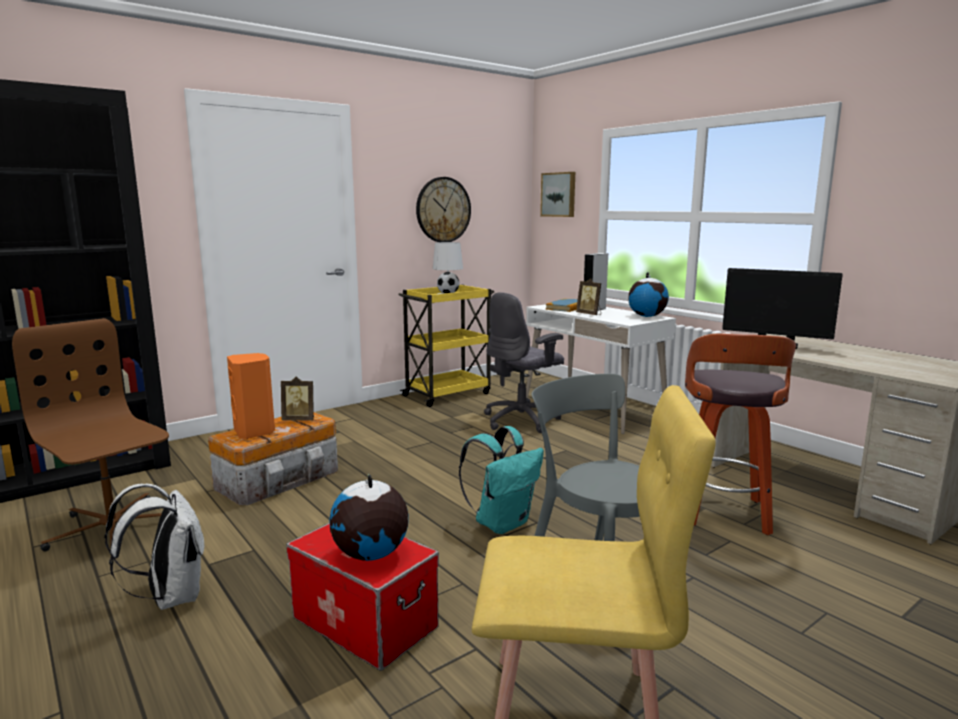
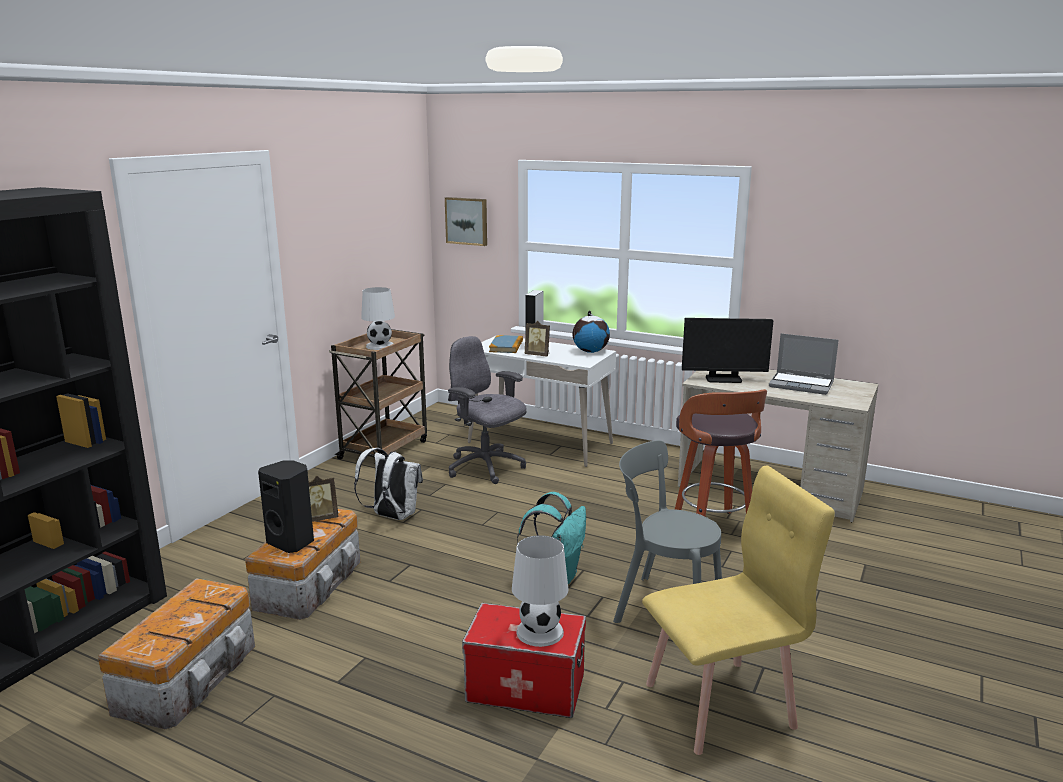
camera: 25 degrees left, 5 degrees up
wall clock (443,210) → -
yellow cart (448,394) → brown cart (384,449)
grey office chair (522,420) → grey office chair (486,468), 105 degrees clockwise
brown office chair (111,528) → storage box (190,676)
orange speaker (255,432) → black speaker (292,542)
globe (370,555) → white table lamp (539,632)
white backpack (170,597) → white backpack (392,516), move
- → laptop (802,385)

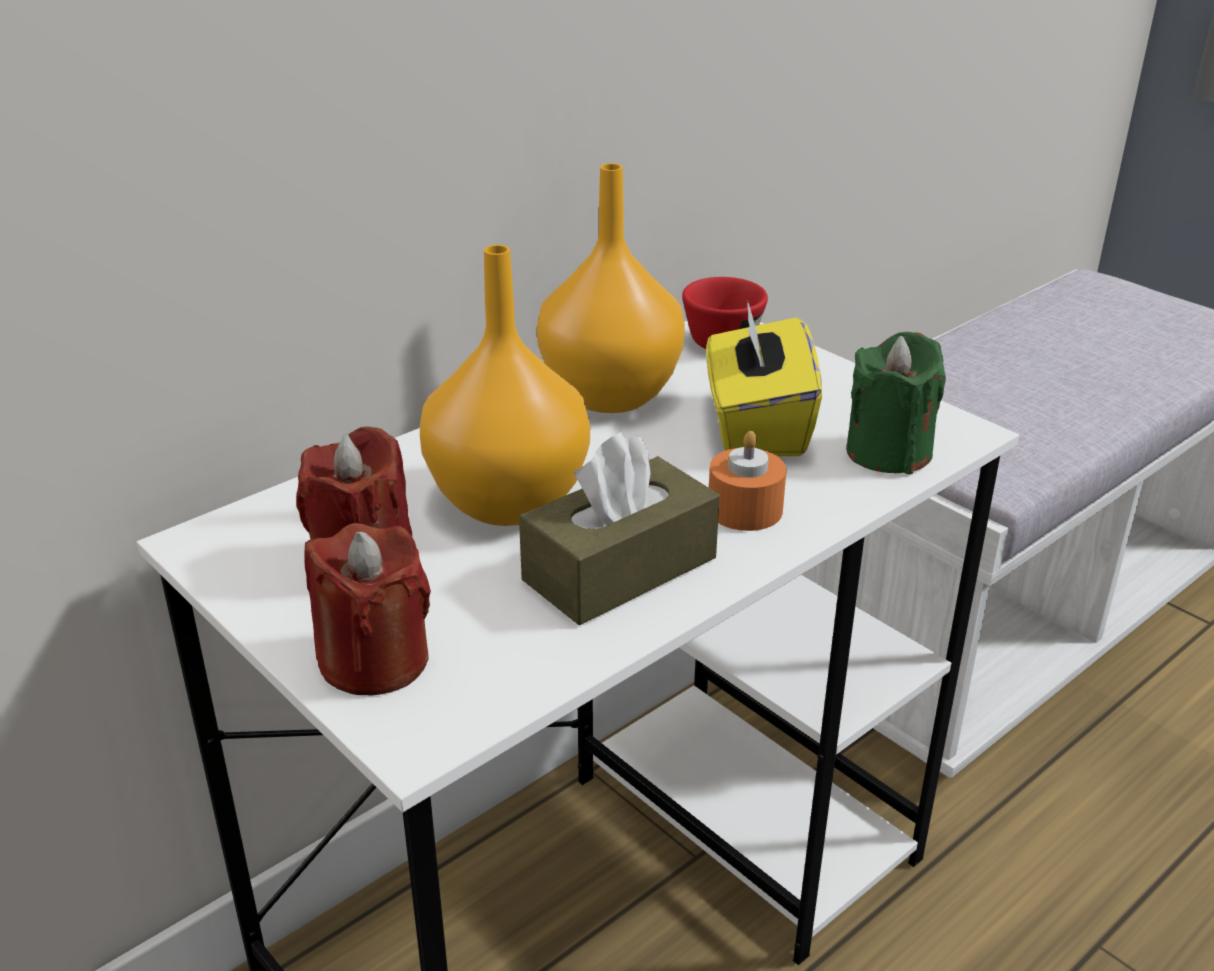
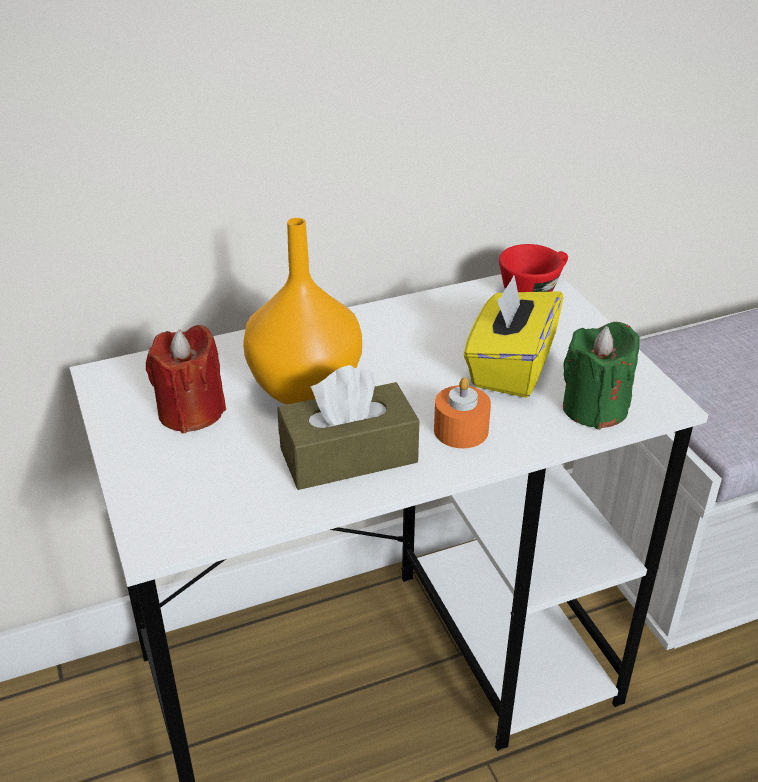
camera: 20 degrees right, 5 degrees up
orange vase (608,396) → -
red candle (374,660) → -

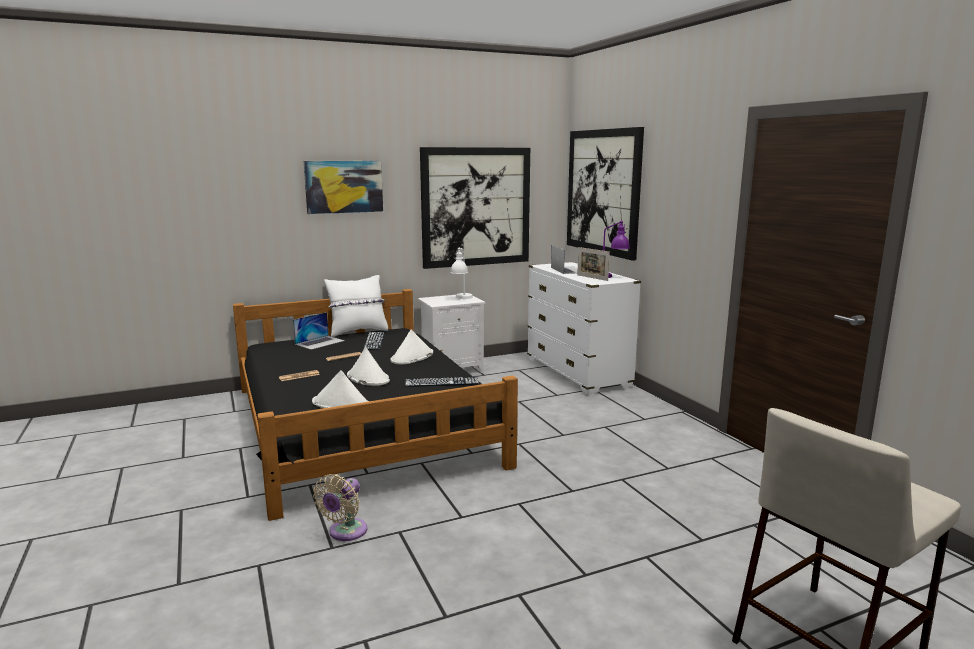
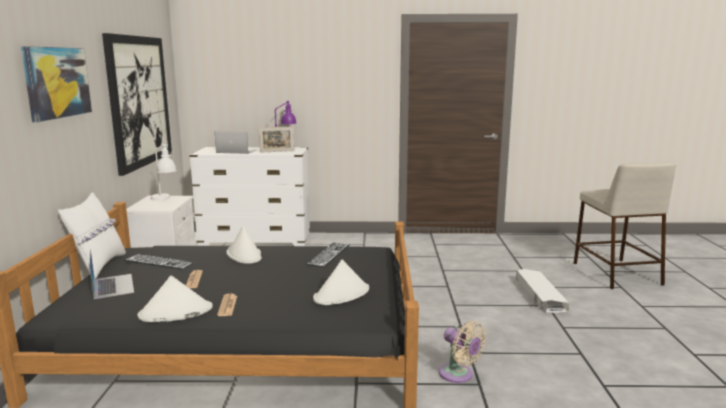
camera: 65 degrees left, 0 degrees up
picture (603,192) → -
white hat (367,378) → white hat (175,312), move
- → white storage box (540,295)

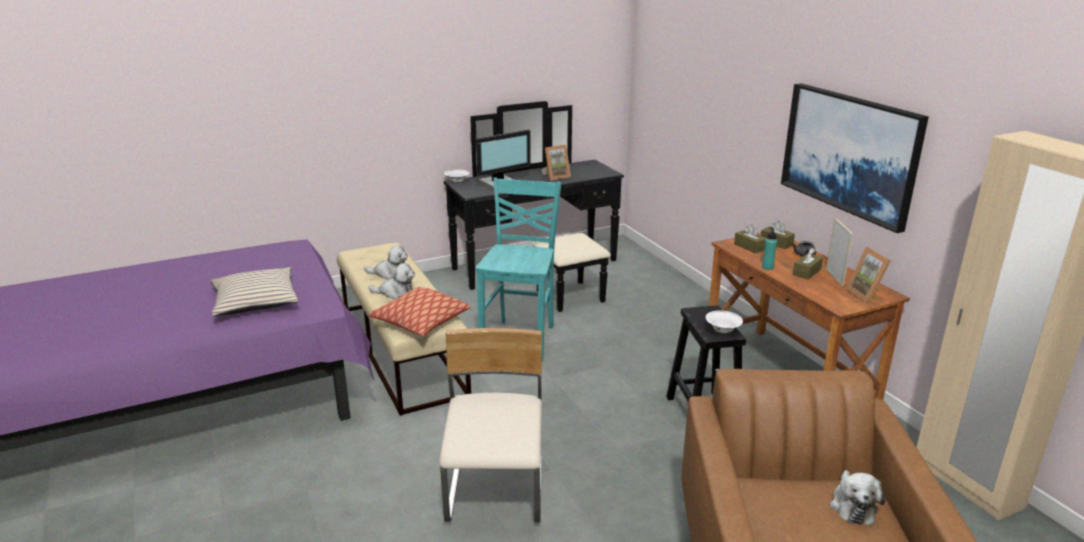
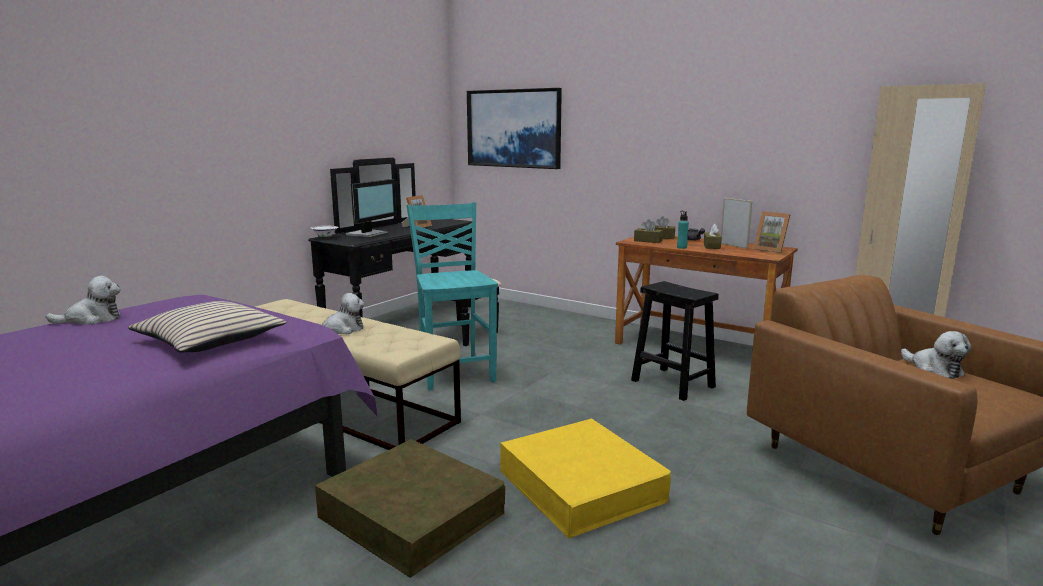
camera: 30 degrees left, 10 degrees down
picture (850,153) → picture (514,128), move
plush toy (389,274) → plush toy (92,319), move
pillow (421,321) → -
white bowl (722,331) → -
beige chair (497,491) → yellow storage box (581,486)
- → brown storage box (411,515)

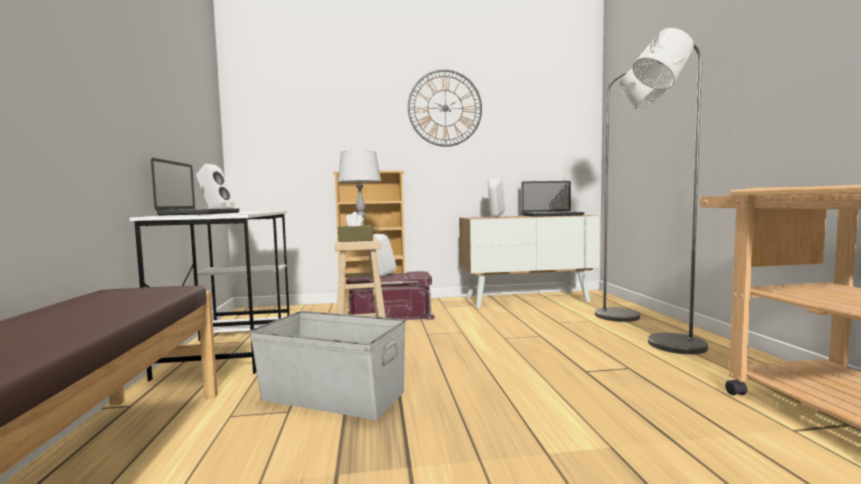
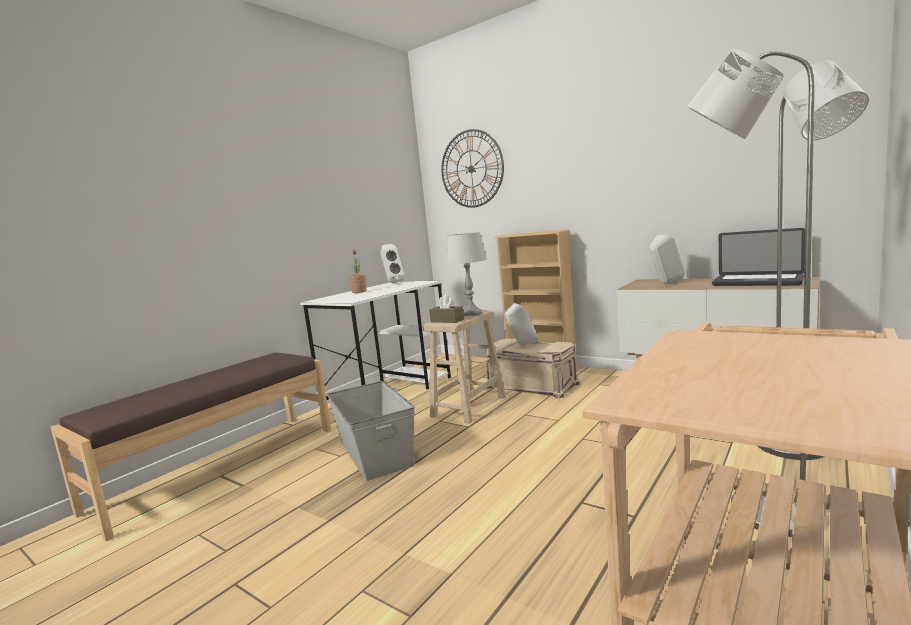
camera: 45 degrees right, 5 degrees up
wall clock (445,108) → wall clock (471,169), move
laptop (201,214) → potted plant (359,292)
red storage box (390,315) → beige storage box (532,385)

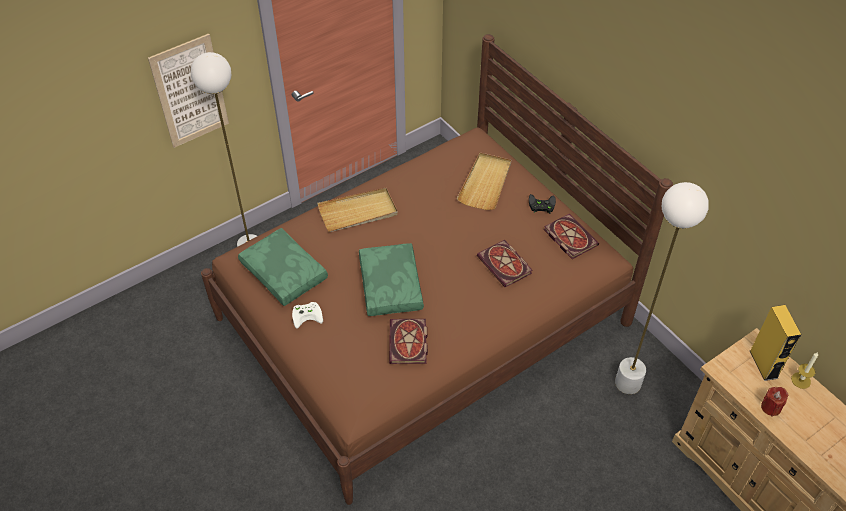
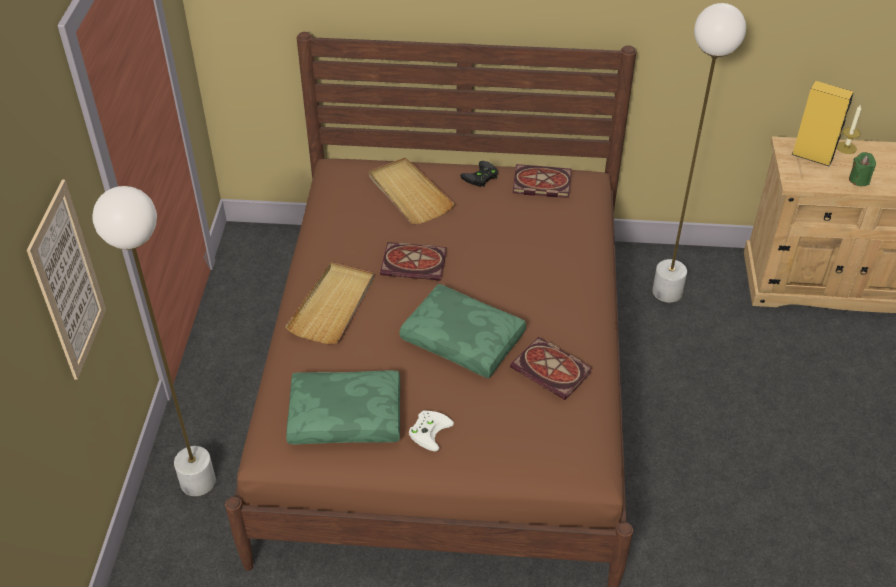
camera: 50 degrees left, 5 degrees down
book (506,265) → book (415,263), move
red candle (771,407) → green candle (859,180)

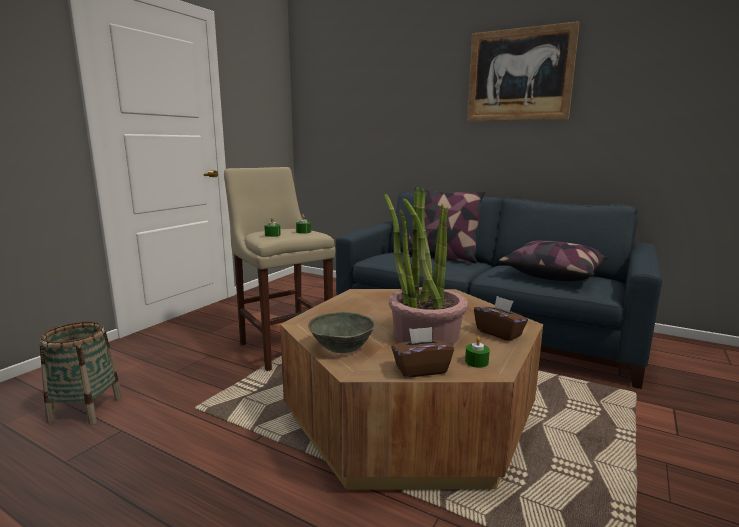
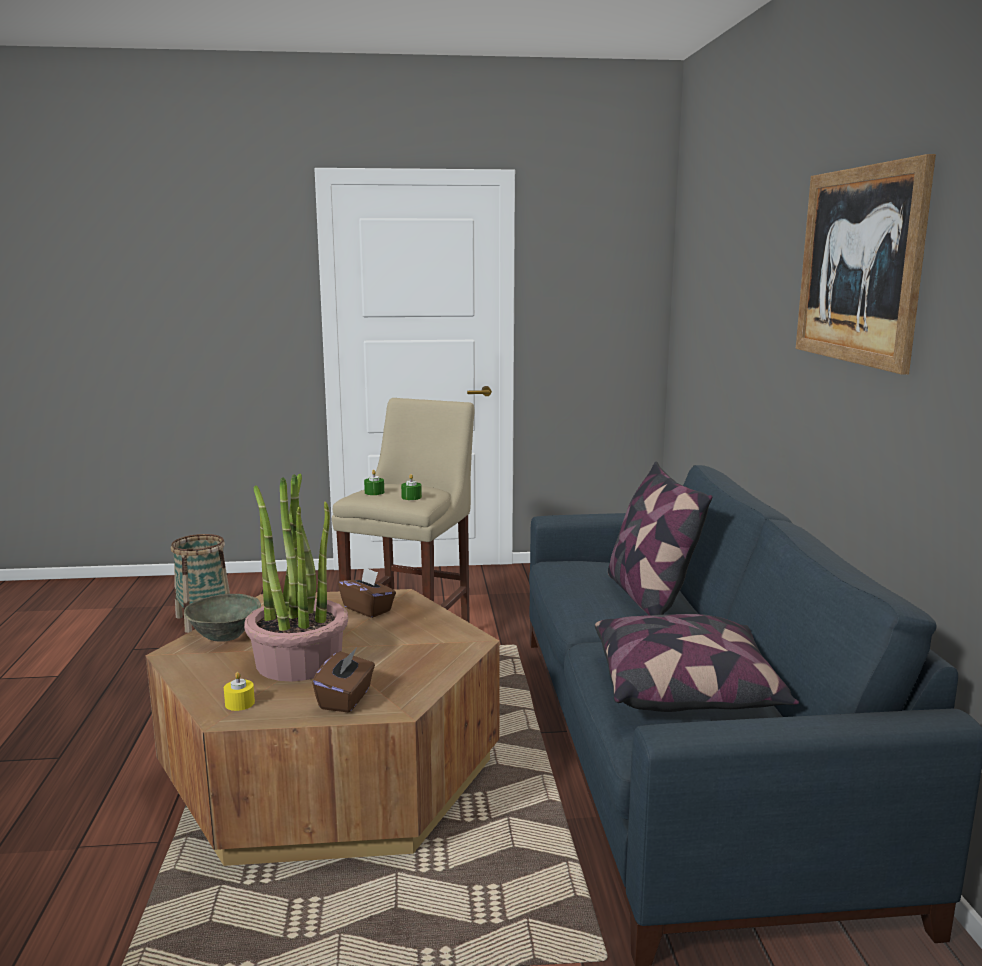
camera: 55 degrees right, 0 degrees up
brown tissue box (420,369) → brown tissue box (368,609), move
green candle (476,362) → yellow candle (239,703)

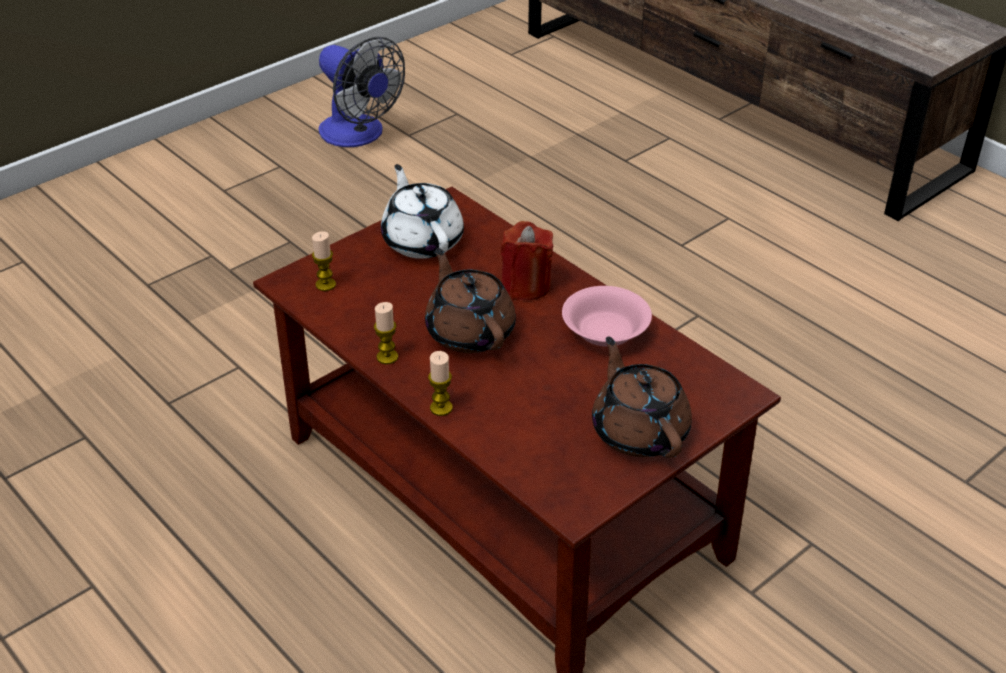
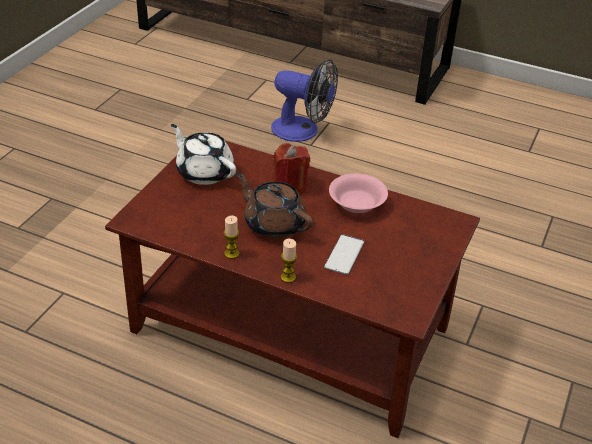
camera: 25 degrees left, 0 degrees up
fan (359,135) → fan (303,131), move
candle (325,285) → -
brown teapot (639,431) → -
- → phone (344,254)

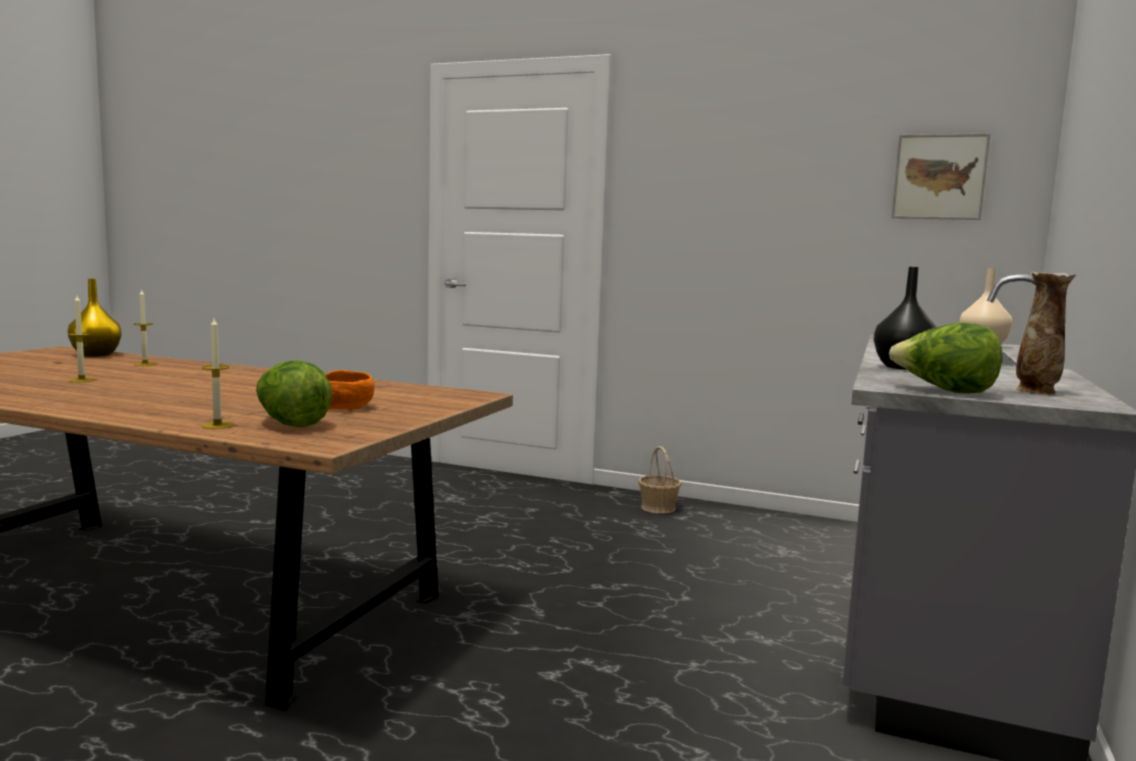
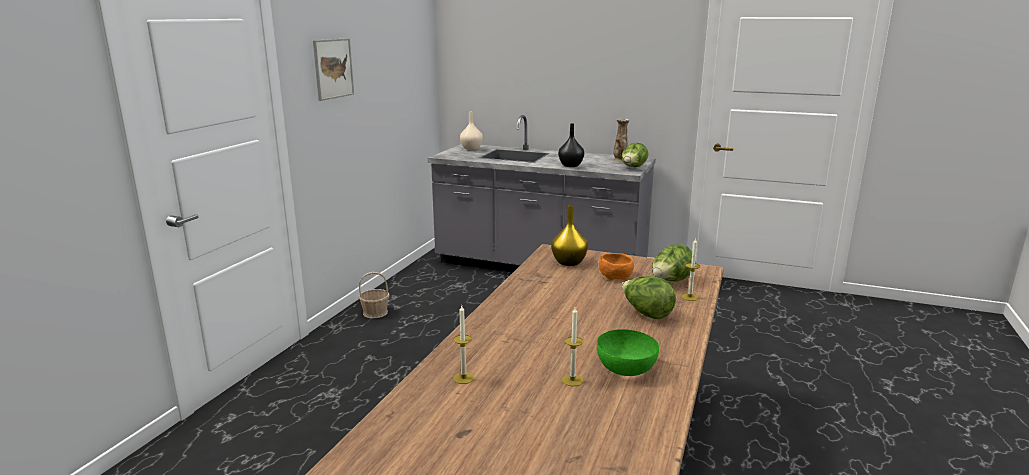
camera: 90 degrees left, 10 degrees up
picture (939,177) → picture (333,68), move
yellow vase (95,355) → yellow vase (569,262), move
- → lettuce (646,313)
- → green bowl (626,368)

